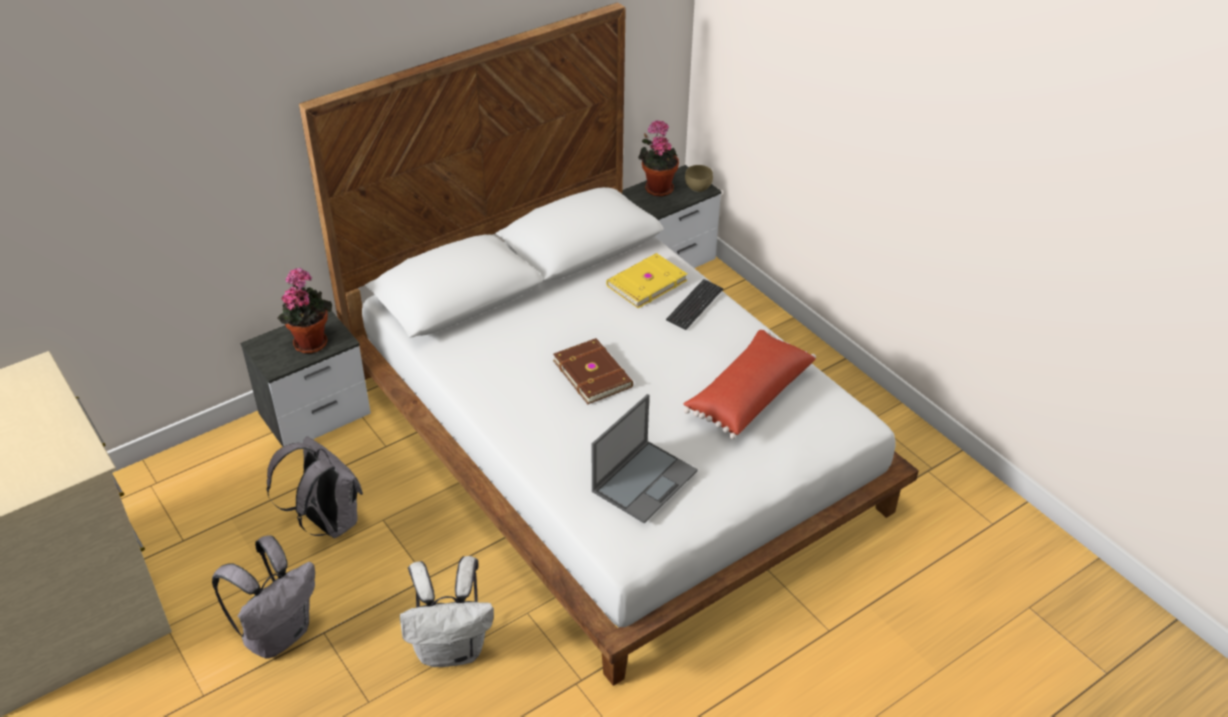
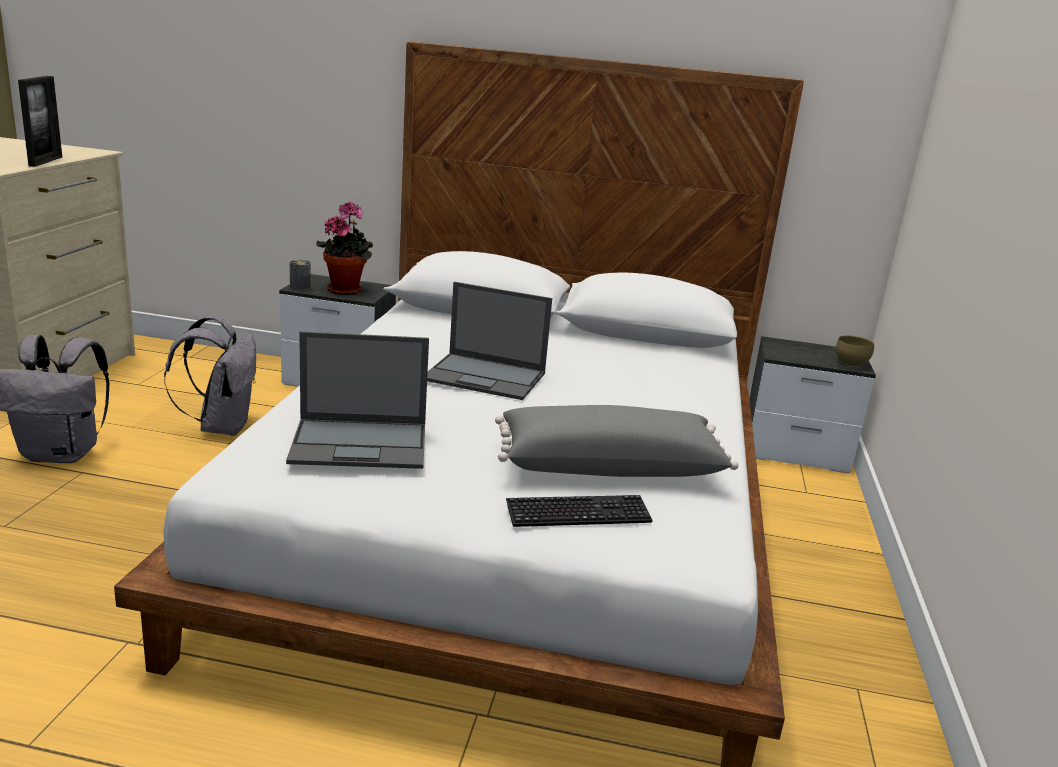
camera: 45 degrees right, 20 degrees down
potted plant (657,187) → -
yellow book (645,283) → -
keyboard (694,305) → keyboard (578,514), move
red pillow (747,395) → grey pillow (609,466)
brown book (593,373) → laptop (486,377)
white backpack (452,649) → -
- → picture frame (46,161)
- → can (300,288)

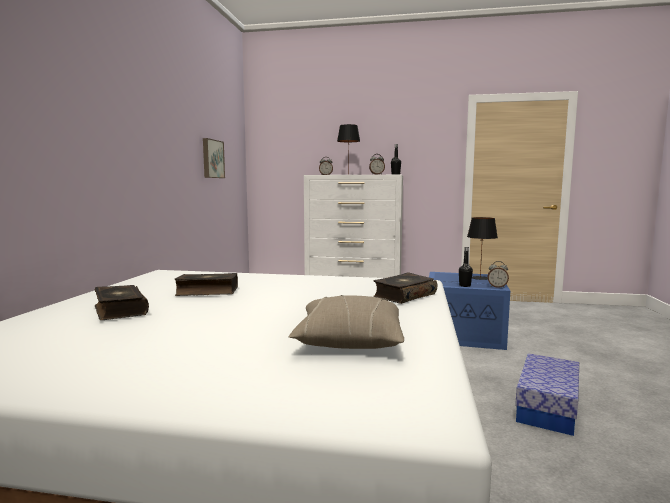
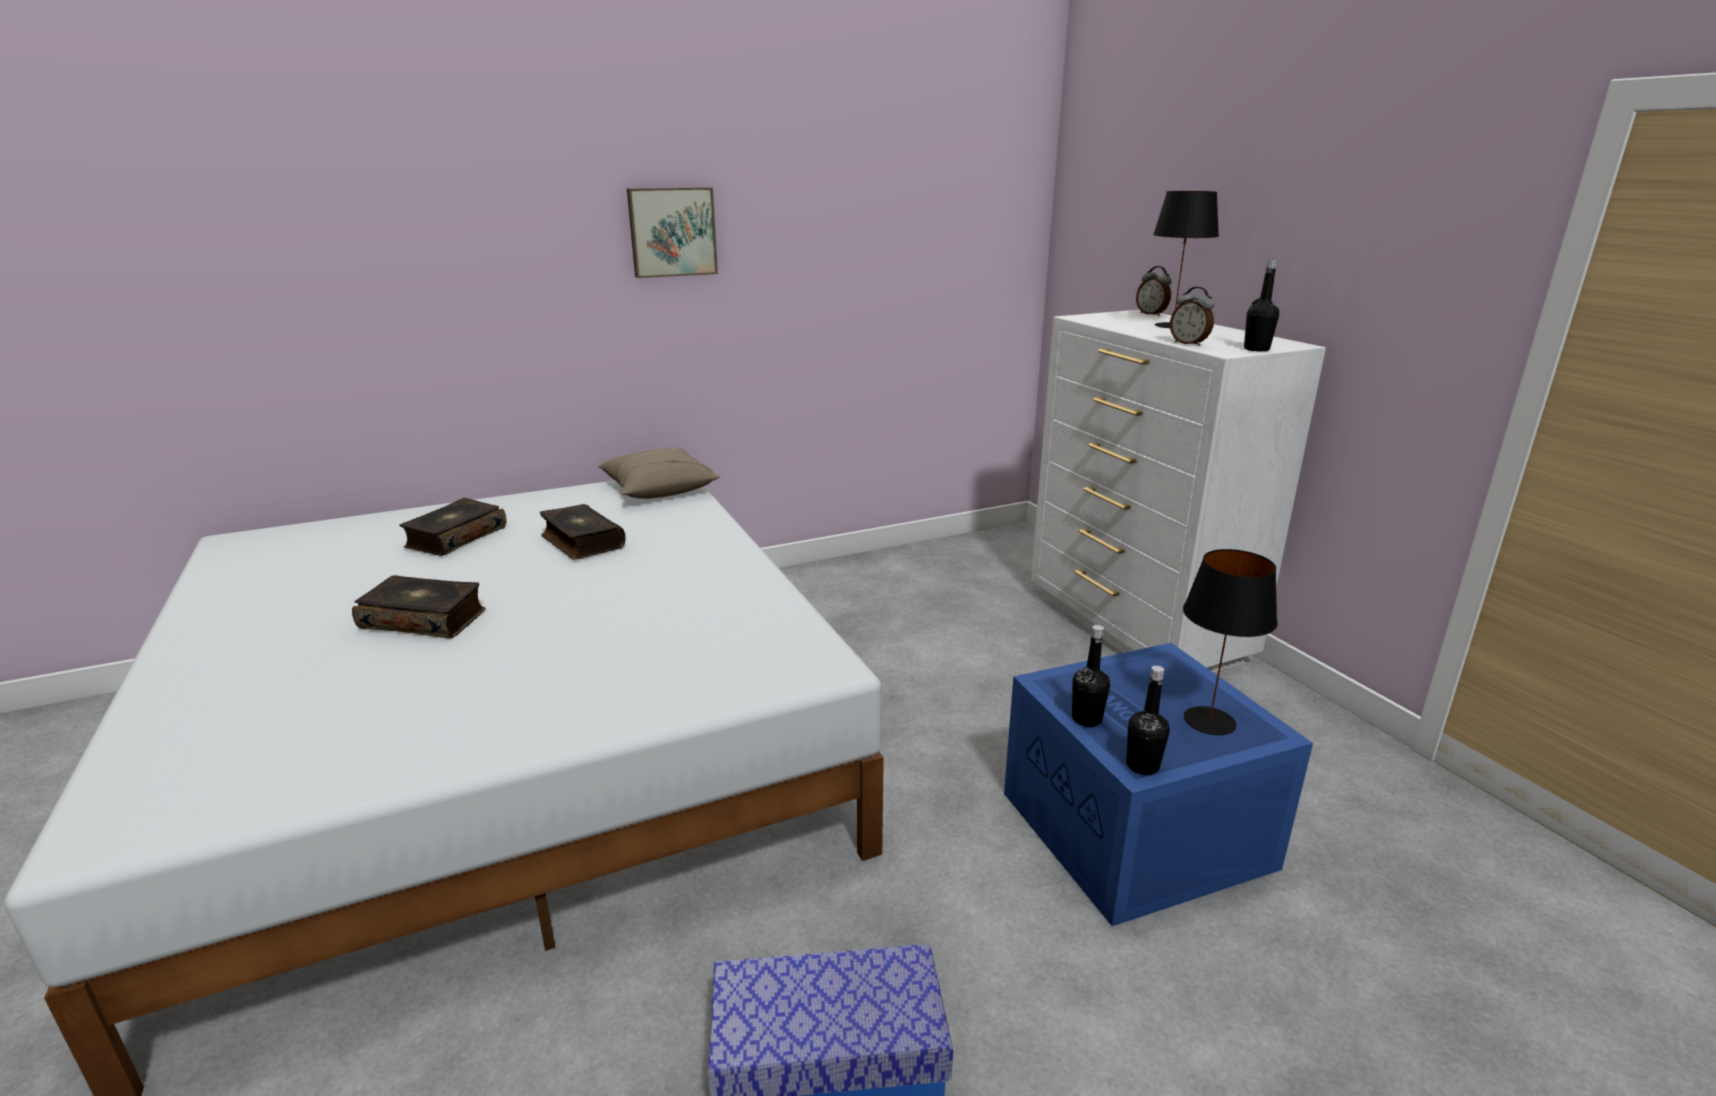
camera: 55 degrees right, 15 degrees up
picture (212,159) → picture (672,232), move
alarm clock (497,287) → black bottle (1142,766)
book (404,296) → book (424,619), move
beige pillow (349,340) → beige pillow (659,489), move

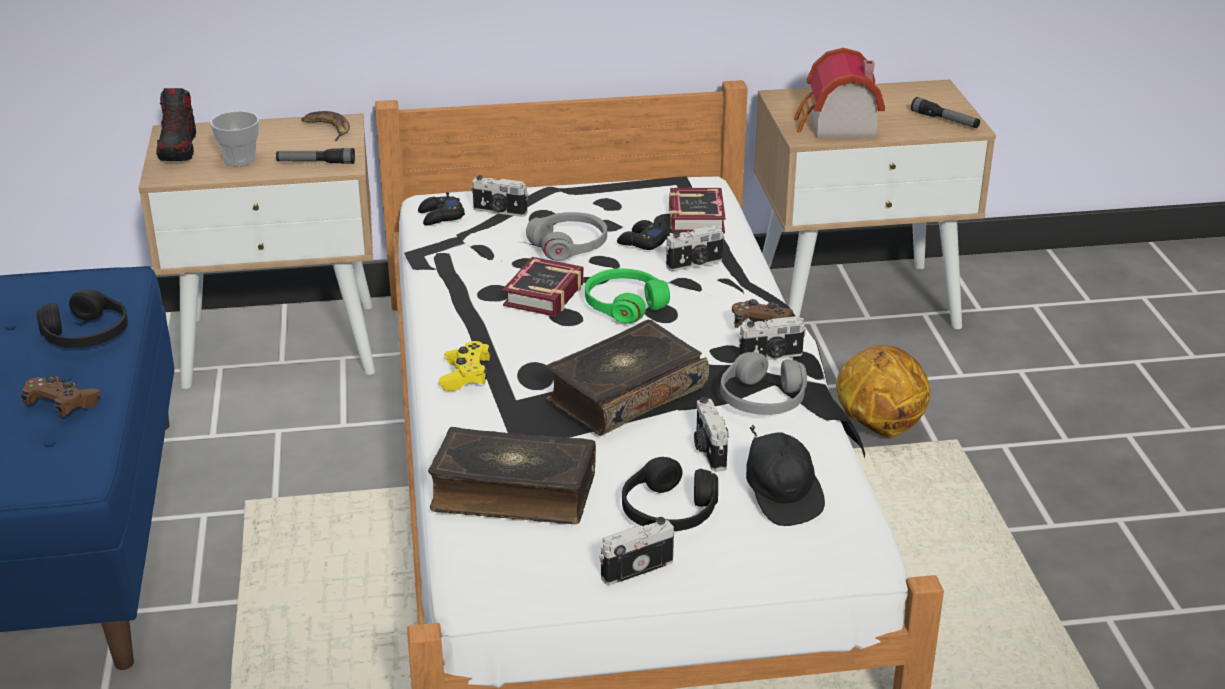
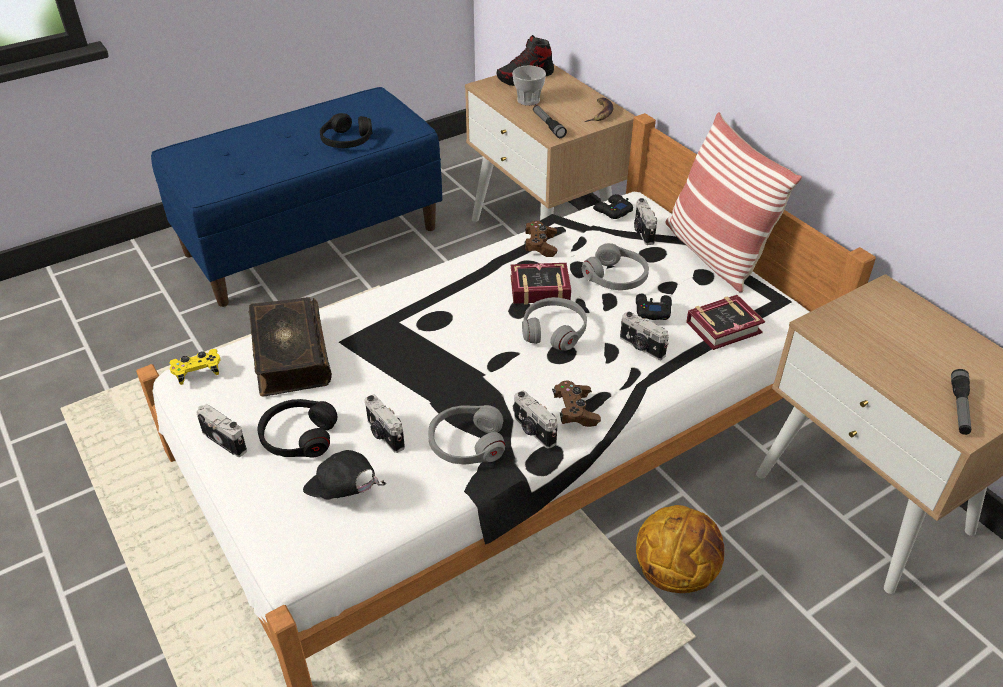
camera: 65 degrees right, 10 degrees up
toy house (837,126) → -
green headphones (624,305) → grey headphones (554,331)
book (625,394) → -
yellow game controller (465,376) → yellow game controller (198,372), move
brown game controller (62,405) → brown game controller (540,245), move
photo camera (708,451) → photo camera (384,435), 90 degrees counterclockwise
black cap (782,496) → black cap (343,493), 75 degrees clockwise
- → pillow (714,253)

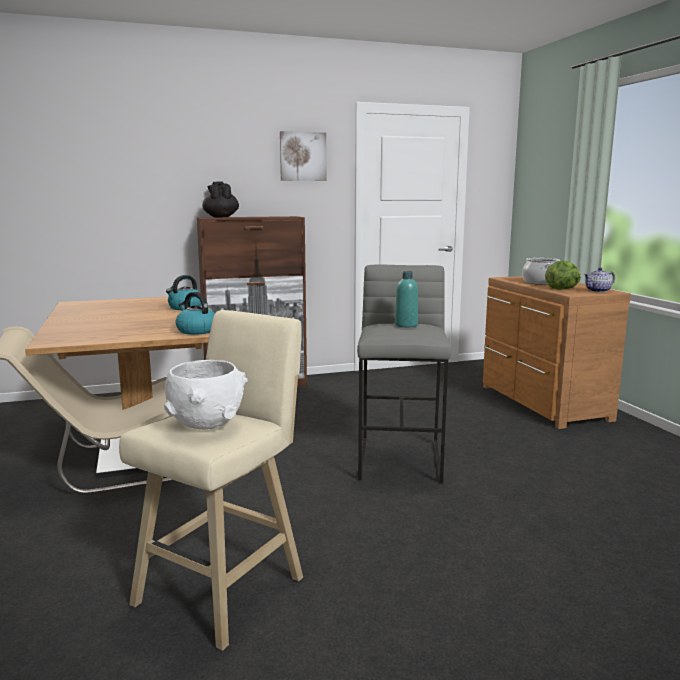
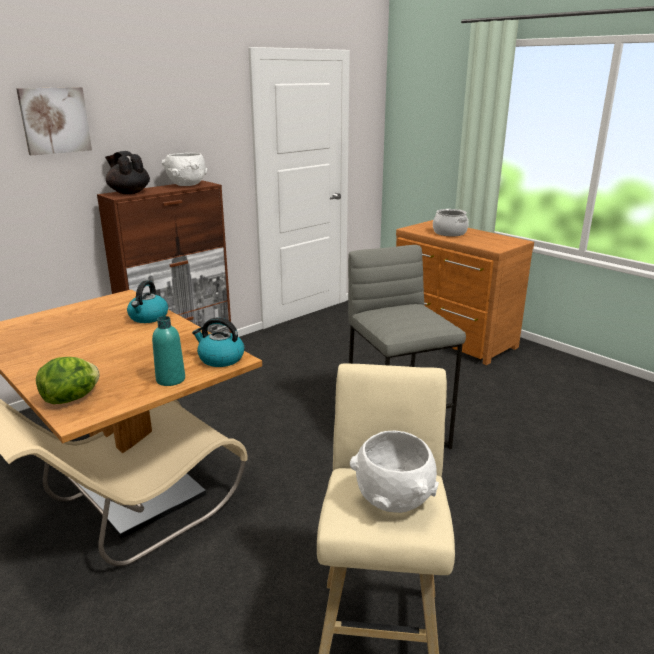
camera: 25 degrees left, 10 degrees up
picture (302,156) → picture (55,120), move
lettuce (562,289) → lettuce (72,398), move
teapot (598,291) → -
turquoise bottle (406,325) → turquoise bottle (170,379), move
- → white bowl (187,185)

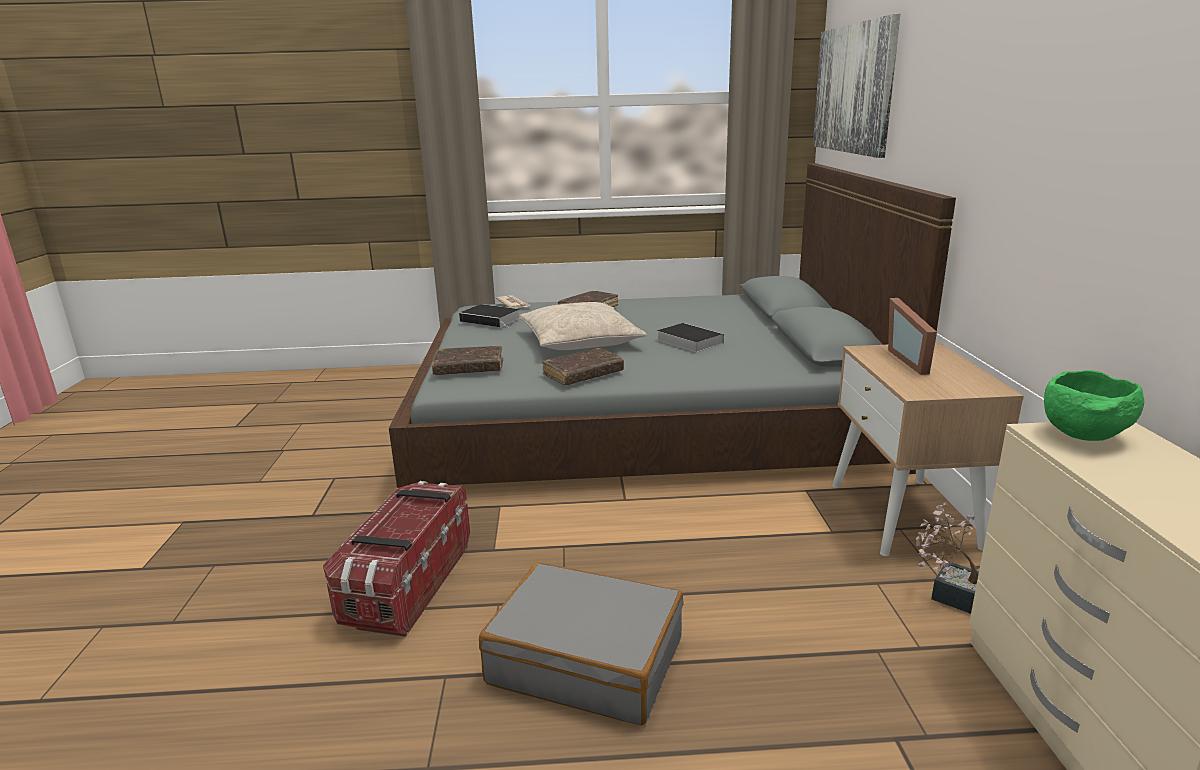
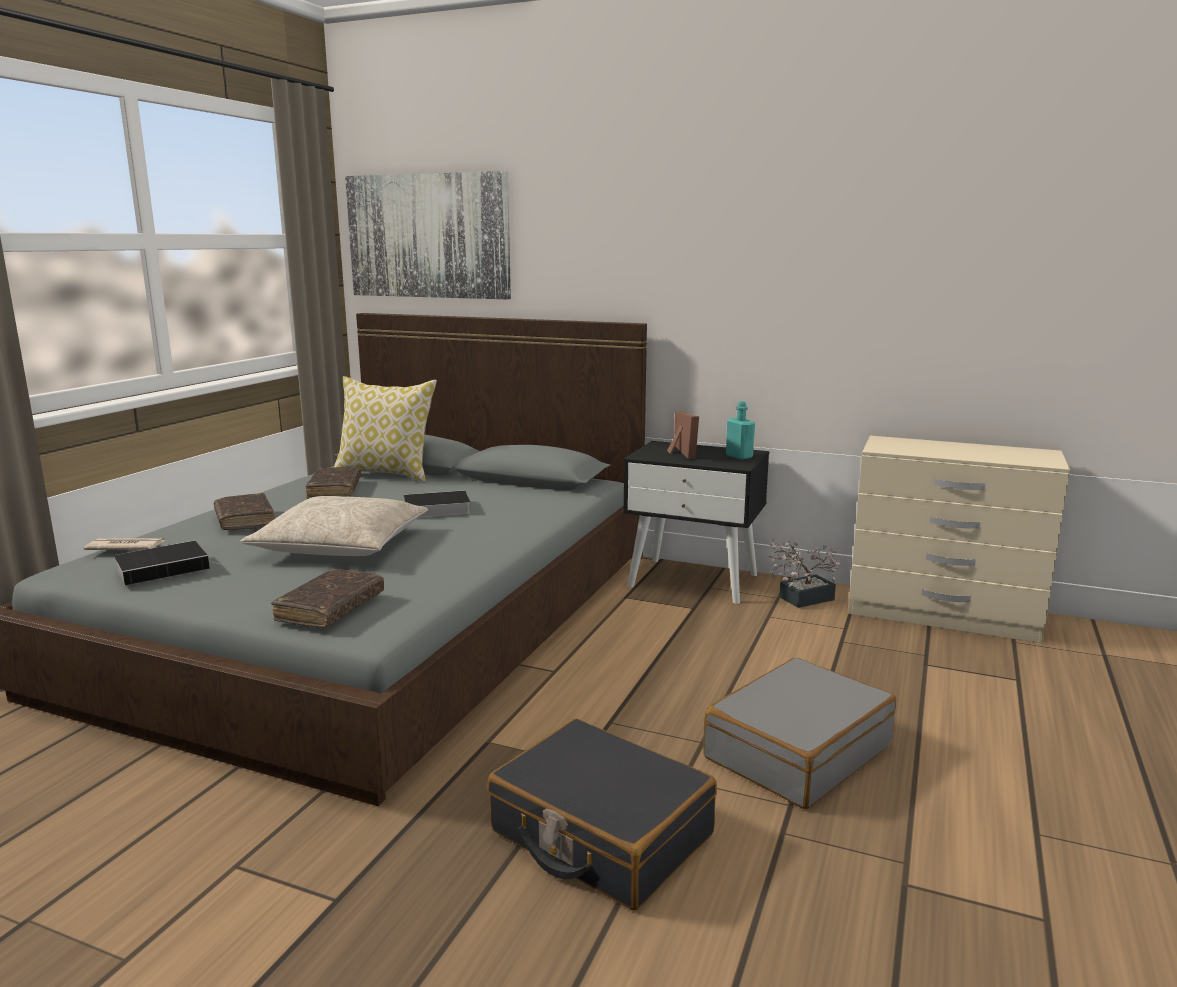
camera: 65 degrees left, 5 degrees down
picture frame (913,360) → picture frame (679,452), 120 degrees counterclockwise
beige nightstand (904,515) → black nightstand (694,580)
brown book (583,374) → brown book (334,490), move
green bowl (1085,437) → -
storage box (407,584) → black suitcase (600,834)
- → pillow (386,474)
- → turquoise bottle (739,456)

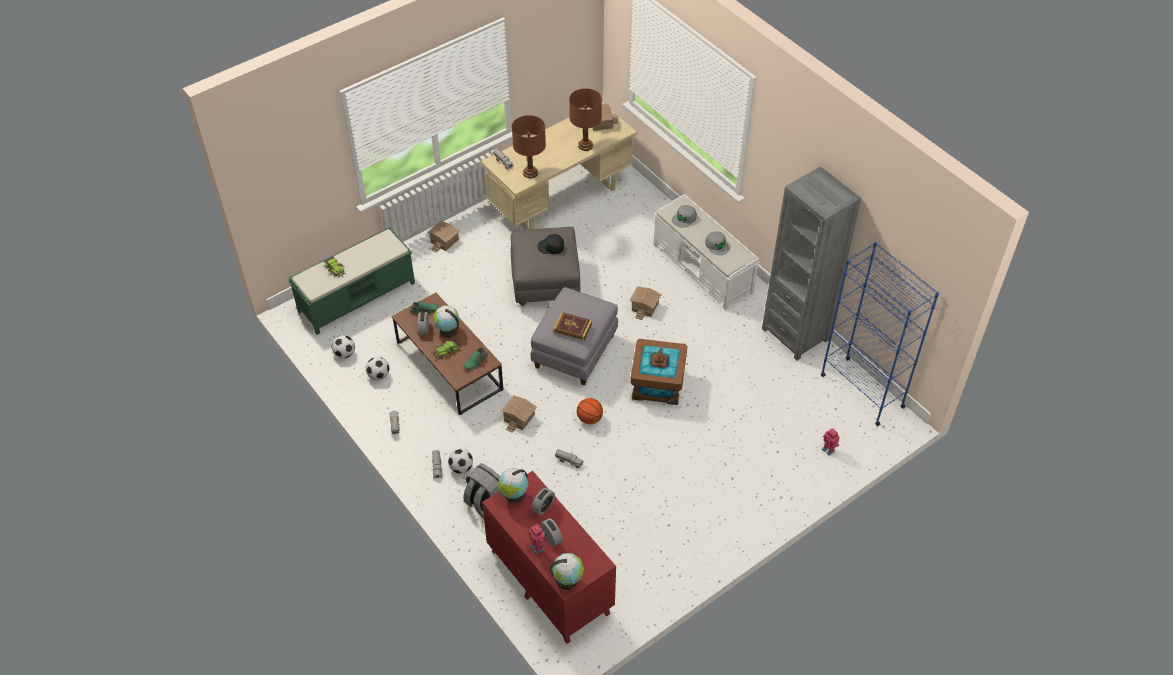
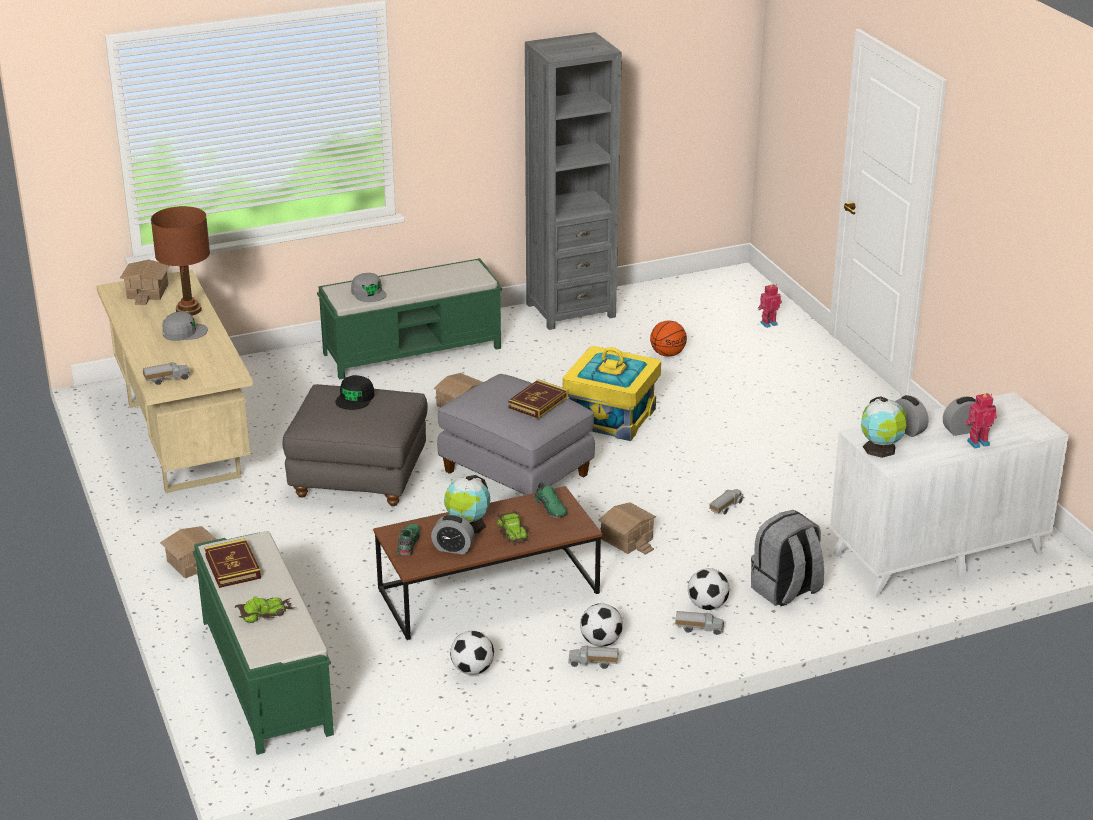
camera: 75 degrees left, 20 degrees down
brown table lamp (530,173) → -
white bench (703,269) → green bench (413,350)
grey cap (717,245) → grey cap (184,332), move
blue bookcase (861,390) → -
football (345,354) → football (601,641), move
brown storage box (658,384) → yellow storage box (611,417)
basketball (590,419) → basketball (668,354), move
red dresser (549,581) → white dresser (937,553)
globe (567,579) → -
- → book (232,567)

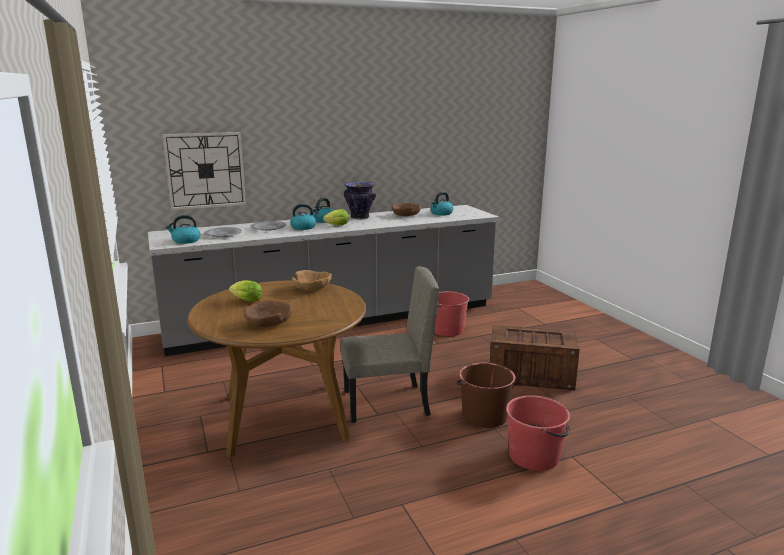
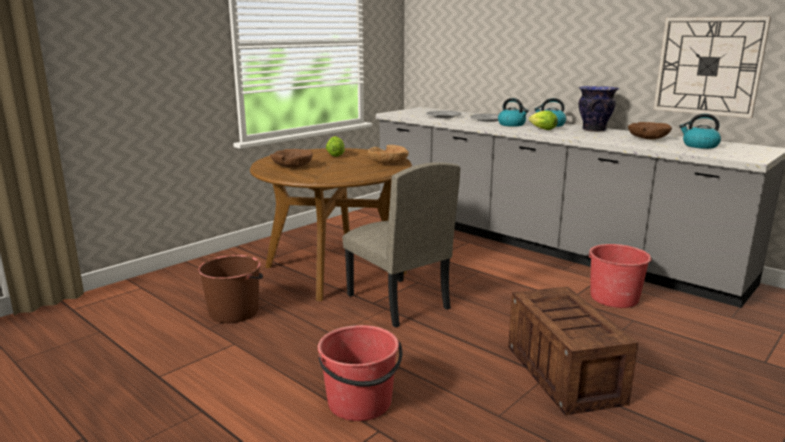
camera: 65 degrees right, 0 degrees up
wall clock (205,170) → wall clock (708,66), move
kettle (185,241) → -
brown bucket (484,416) → brown bucket (234,312), move

